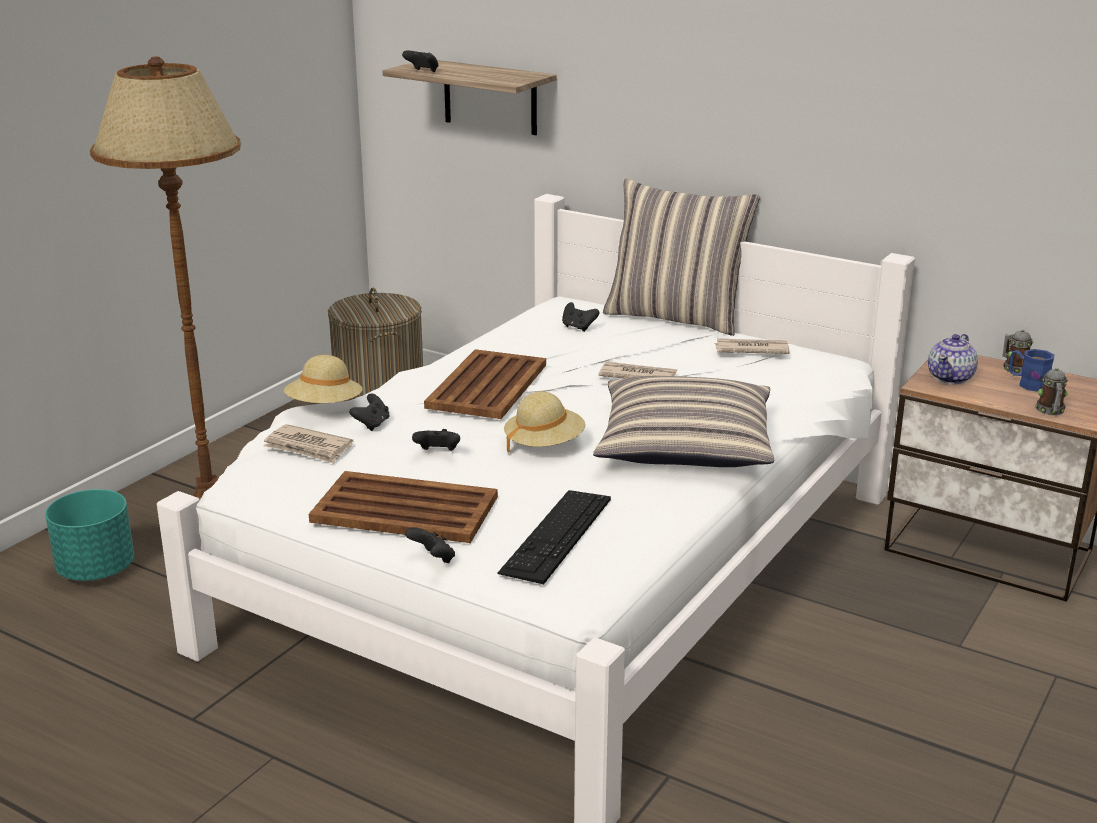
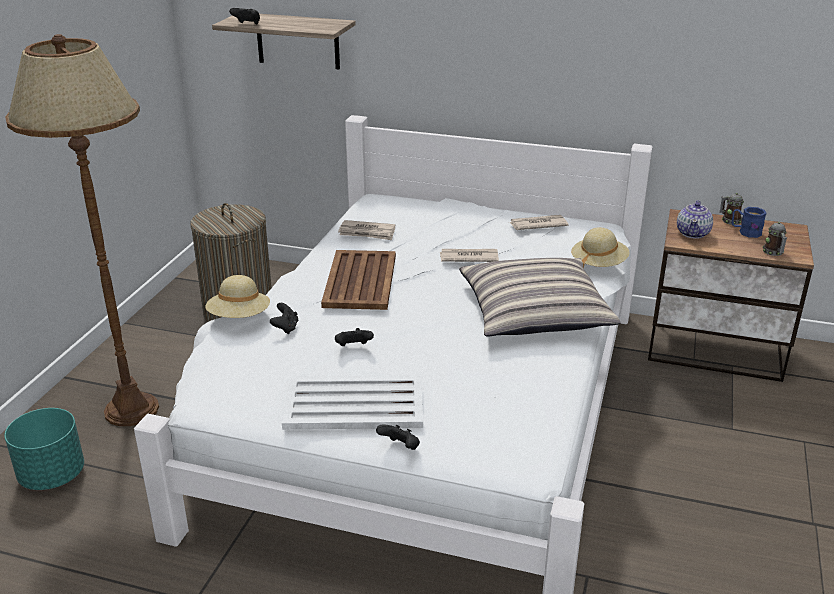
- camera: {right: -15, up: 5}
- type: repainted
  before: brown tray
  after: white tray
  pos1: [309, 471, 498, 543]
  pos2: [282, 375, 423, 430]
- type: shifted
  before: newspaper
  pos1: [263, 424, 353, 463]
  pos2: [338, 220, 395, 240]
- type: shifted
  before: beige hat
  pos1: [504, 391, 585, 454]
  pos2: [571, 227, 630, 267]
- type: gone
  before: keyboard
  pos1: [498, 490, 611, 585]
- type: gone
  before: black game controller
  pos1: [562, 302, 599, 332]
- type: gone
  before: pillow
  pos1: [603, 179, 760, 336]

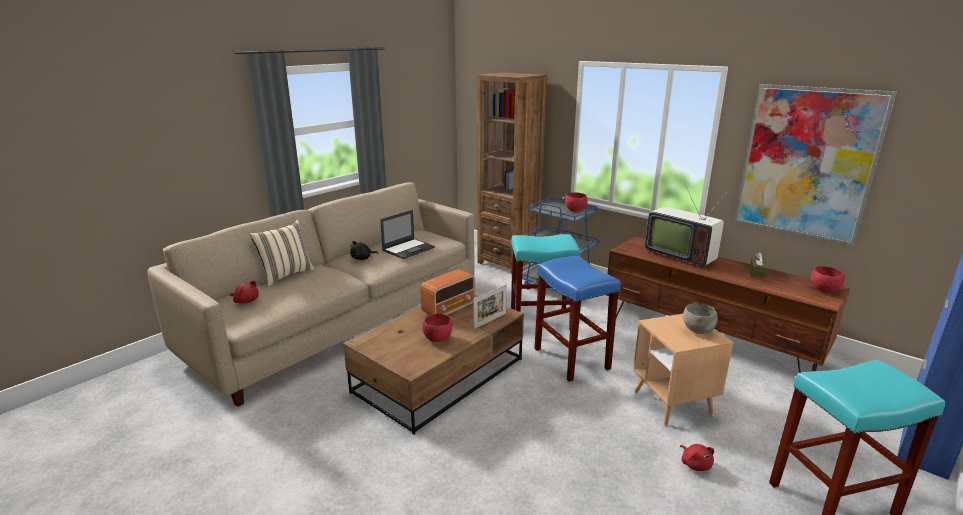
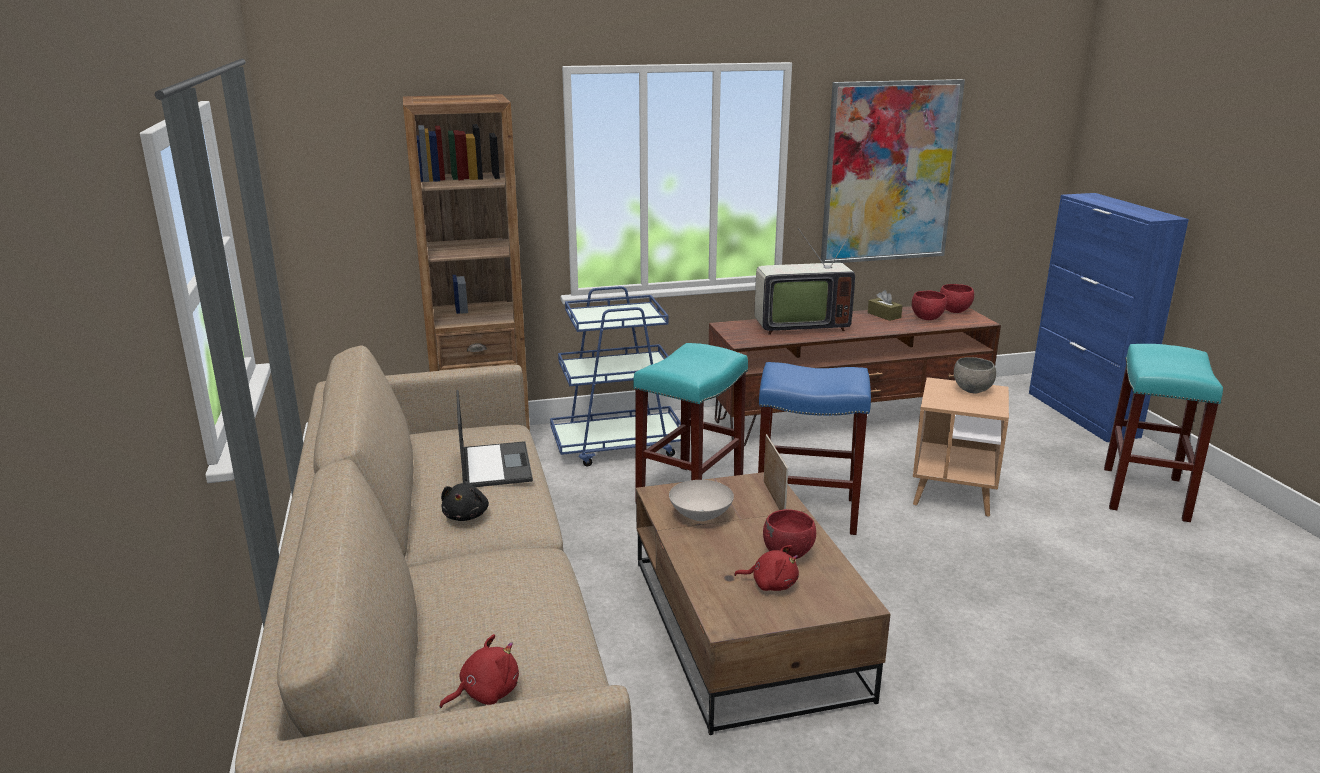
- camera: {right: -55, up: 0}
- type: swapped
  before: radio
  after: white bowl
  pos1: [420, 269, 475, 315]
  pos2: [669, 480, 734, 521]
- type: shifted
  before: red plush toy
  pos1: [680, 444, 714, 471]
  pos2: [734, 545, 799, 591]
- type: shifted
  before: red bowl
  pos1: [565, 192, 587, 212]
  pos2: [912, 290, 947, 320]
- type: gone
  before: beige pillow
  pos1: [250, 220, 315, 286]

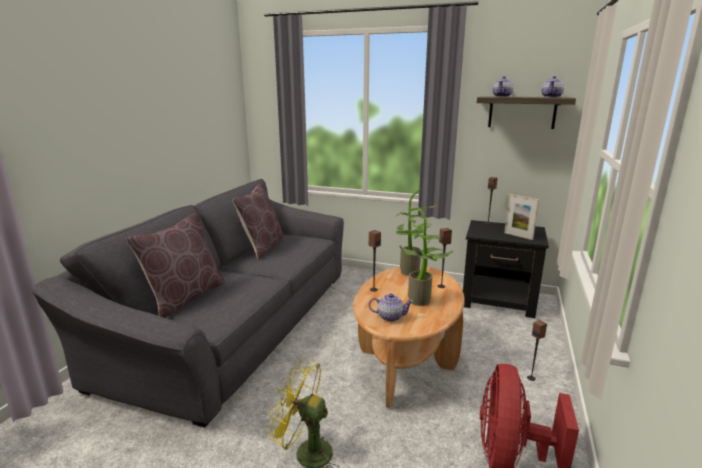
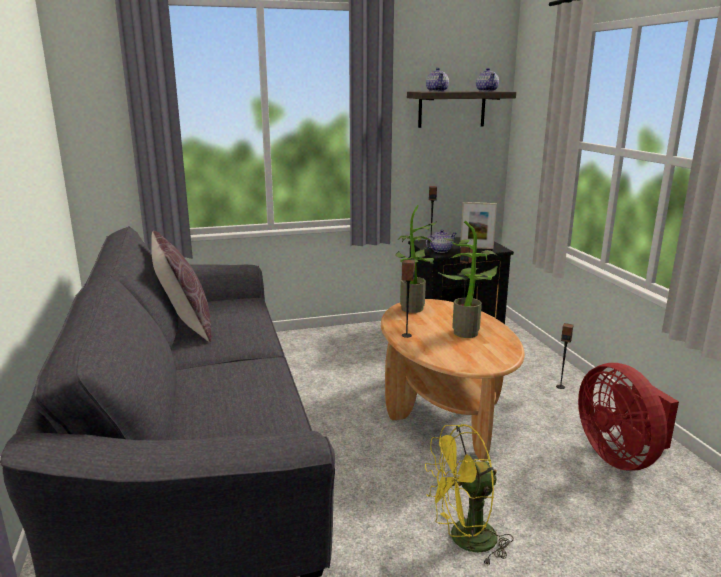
- camera: {right: -35, up: 0}
- type: shifted
  before: teapot
  pos1: [369, 293, 413, 322]
  pos2: [426, 230, 456, 253]
- type: gone
  before: brown pillow
  pos1: [126, 213, 225, 318]

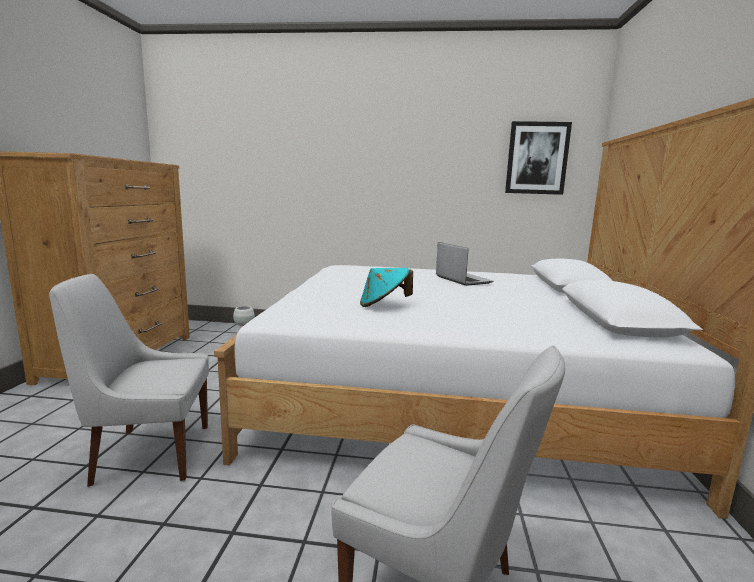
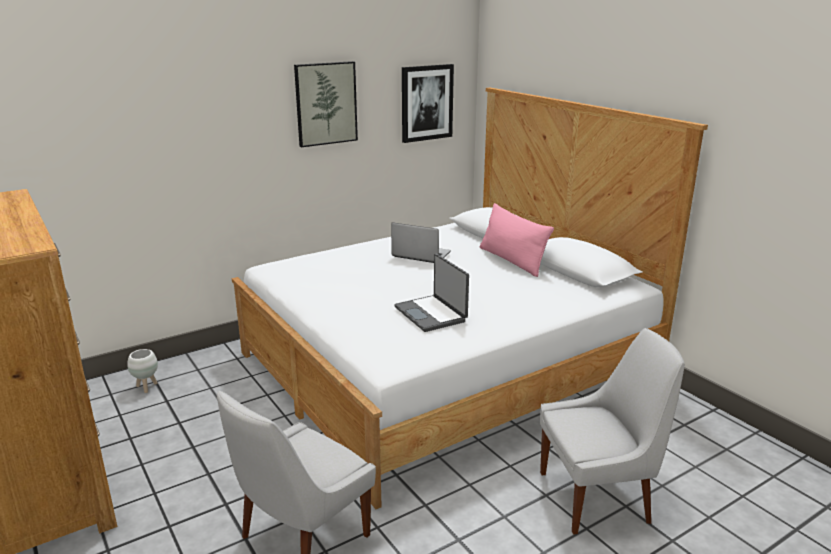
- camera: {right: -40, up: 10}
- type: new
  after: picture
  pos2: [294, 61, 358, 147]
- type: swapped
  before: turquoise hat
  after: laptop
  pos1: [360, 268, 413, 307]
  pos2: [394, 254, 469, 332]
- type: new
  after: pink pillow
  pos2: [480, 203, 554, 277]

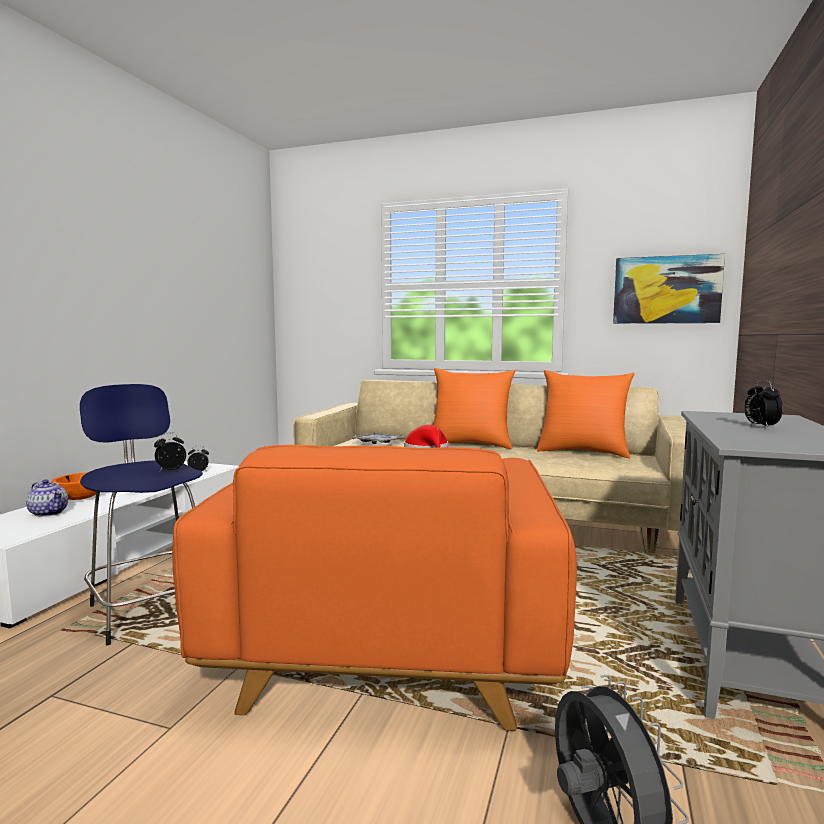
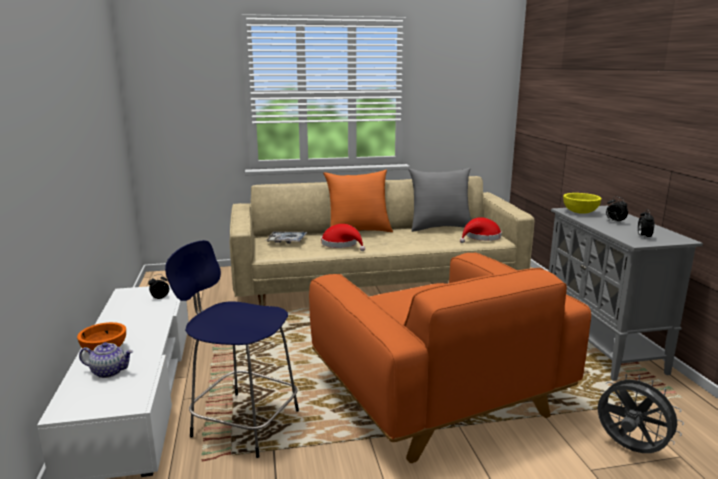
- camera: {right: -30, up: 10}
- type: repainted
  before: orange pillow
  after: grey pillow
  pos1: [537, 370, 635, 458]
  pos2: [408, 168, 471, 232]
- type: new
  after: red hat
  pos2: [460, 217, 502, 243]
- type: new
  after: yellow bowl
  pos2: [563, 193, 602, 214]
- type: shifted
  before: alarm clock
  pos1: [154, 432, 186, 471]
  pos2: [638, 209, 654, 238]
- type: gone
  before: picture
  pos1: [613, 254, 725, 324]

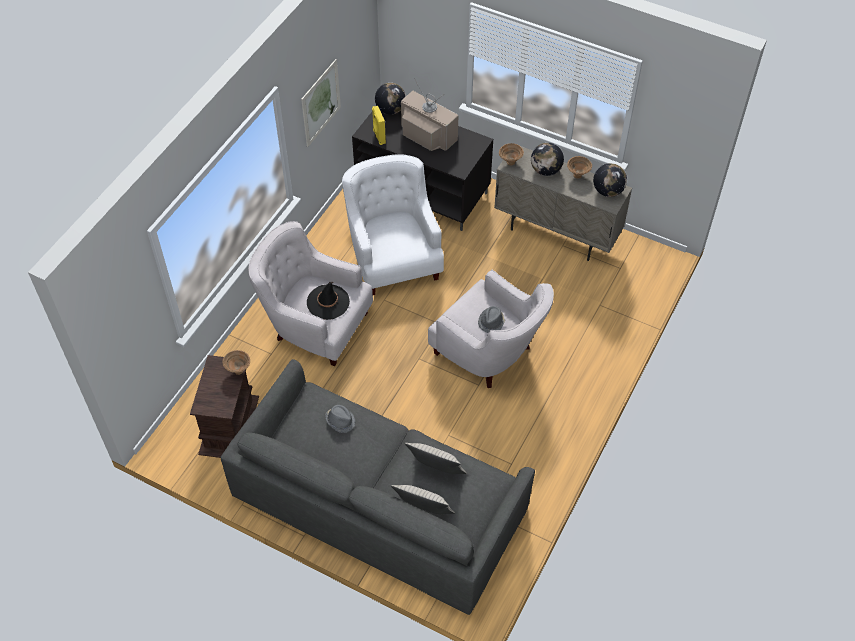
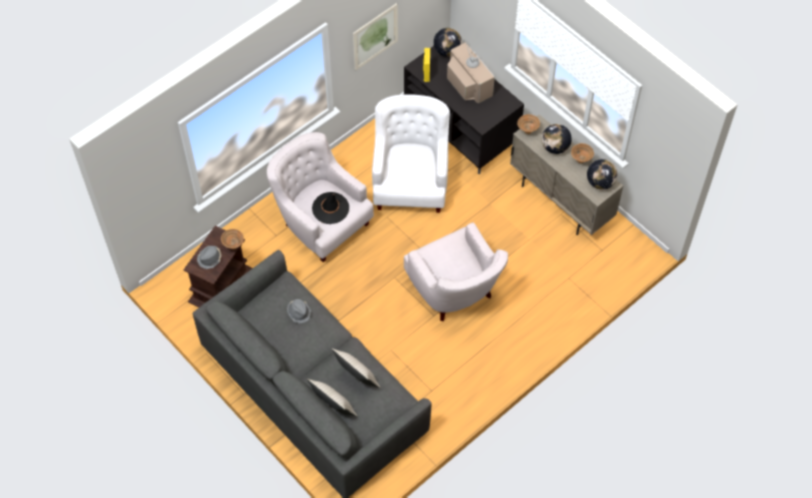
- camera: {right: 20, up: 5}
- type: shifted
  before: grey hat
  pos1: [478, 306, 505, 333]
  pos2: [197, 246, 221, 269]

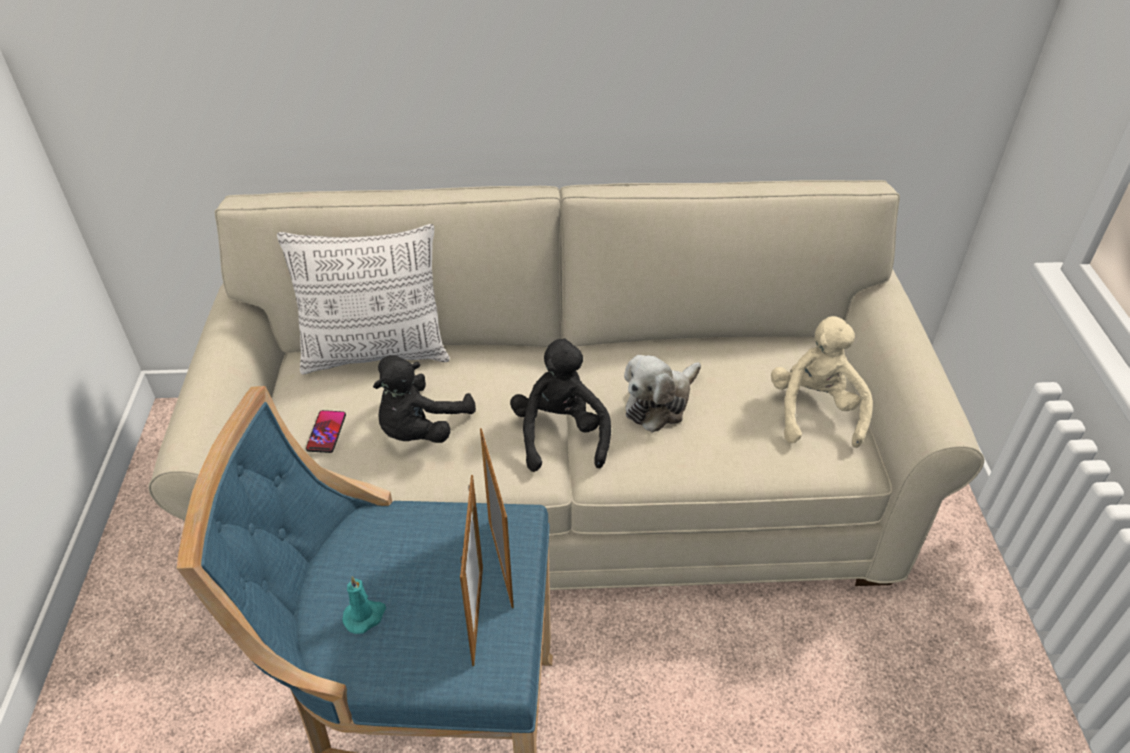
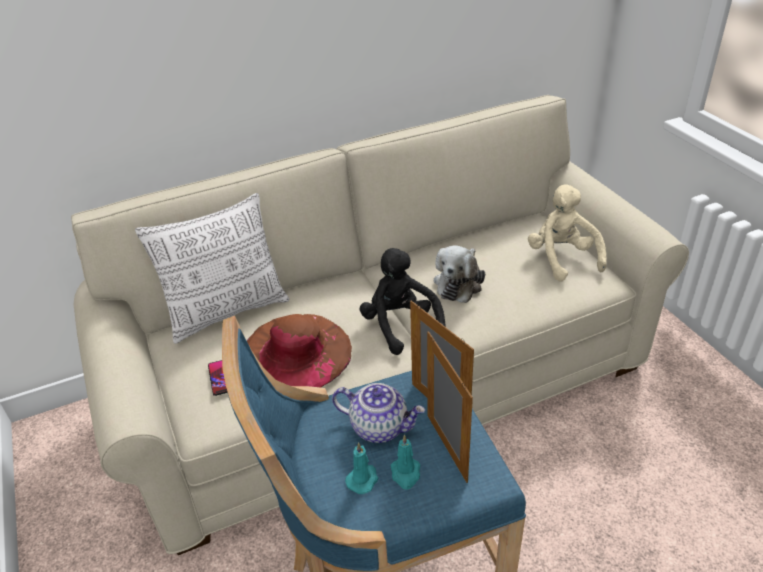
- camera: {right: -20, up: -5}
- type: swapped
  before: black plush toy
  after: brown hat
  pos1: [373, 355, 476, 443]
  pos2: [247, 314, 352, 388]
- type: new
  after: teapot
  pos2: [332, 383, 425, 443]
- type: new
  after: turquoise candle
  pos2: [390, 434, 420, 490]

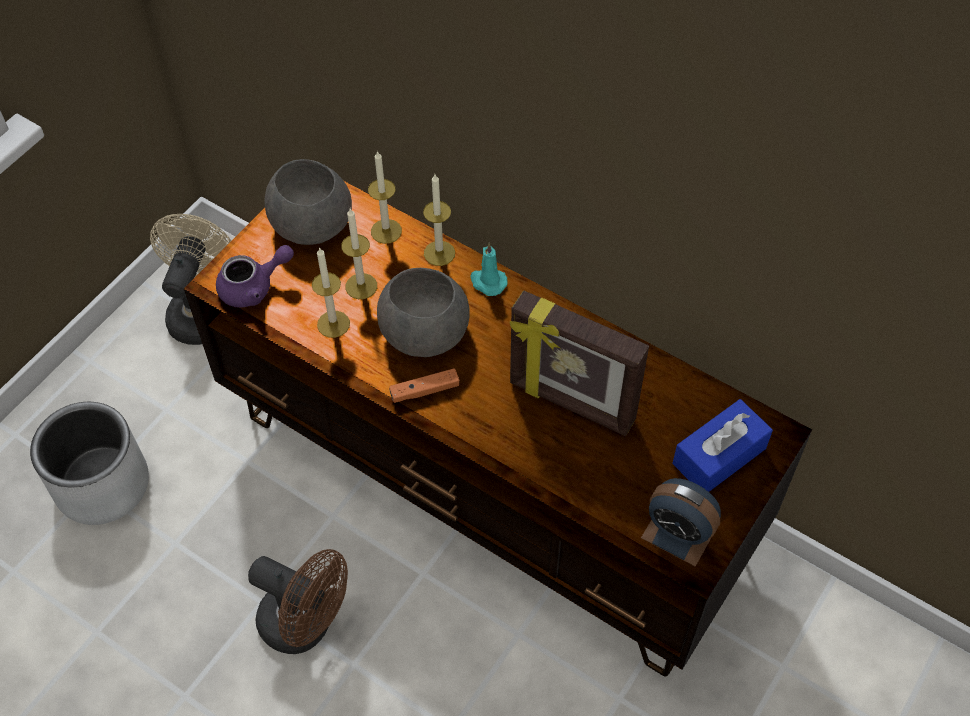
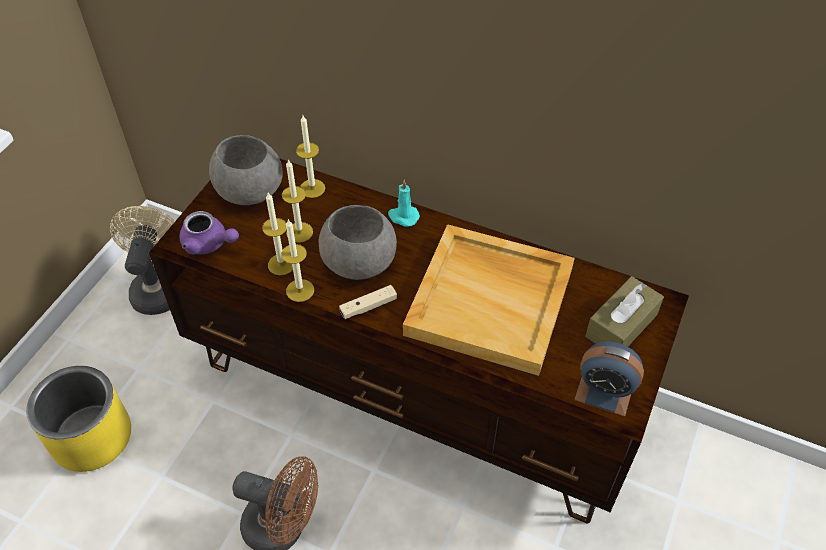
- camera: {right: -10, up: -5}
- type: repainted
  before: grey planter
  after: yellow planter
  pos1: [30, 402, 149, 525]
  pos2: [26, 366, 131, 472]
- type: rotated
  before: purple teapot
  pos1: [216, 245, 294, 307]
  pos2: [180, 211, 239, 255]
  turn: 60
- type: shifted
  before: candle
  pos1: [423, 174, 455, 266]
  pos2: [281, 220, 314, 302]
- type: repainted
  before: orange game controller
  after: beige game controller
  pos1: [389, 368, 459, 403]
  pos2: [339, 285, 397, 319]
- type: swapped
  before: picture frame
  after: beige tray
  pos1: [510, 290, 649, 436]
  pos2: [403, 224, 575, 376]
- type: repainted
  before: blue tissue box
  after: brown tissue box
  pos1: [673, 399, 773, 492]
  pos2: [585, 276, 664, 347]

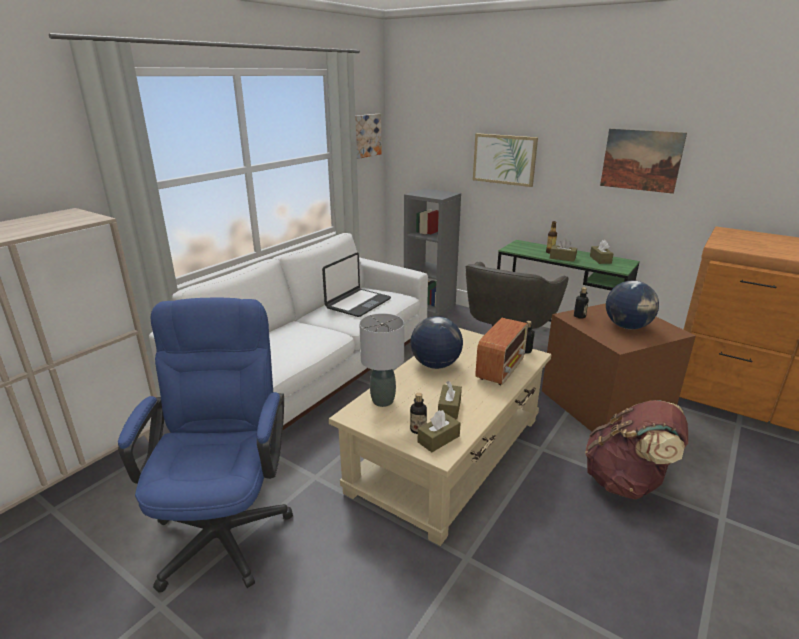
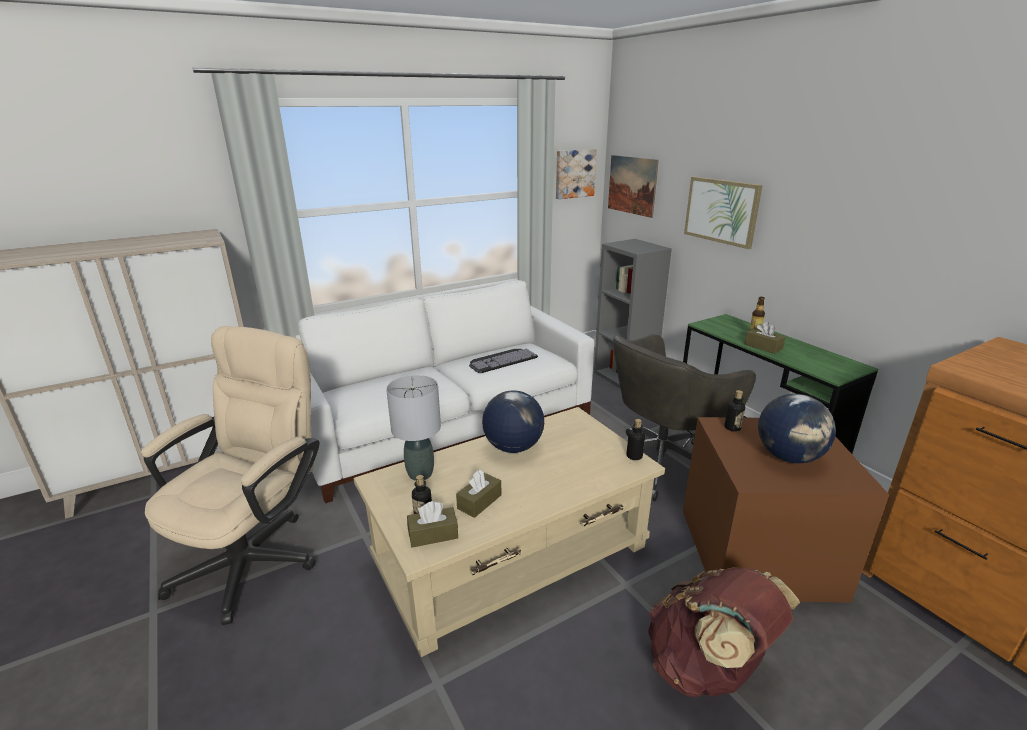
- camera: {right: 25, up: 0}
- type: repainted
  before: blue office chair
  after: beige office chair
  pos1: [118, 298, 293, 593]
  pos2: [141, 326, 320, 625]
- type: swapped
  before: laptop
  after: keyboard
  pos1: [322, 252, 391, 317]
  pos2: [469, 348, 538, 373]
- type: shifted
  before: picture
  pos1: [600, 129, 687, 194]
  pos2: [608, 155, 659, 218]
- type: gone
  before: radio
  pos1: [476, 318, 528, 385]
- type: gone
  before: brown tissue box
  pos1: [590, 240, 613, 264]

